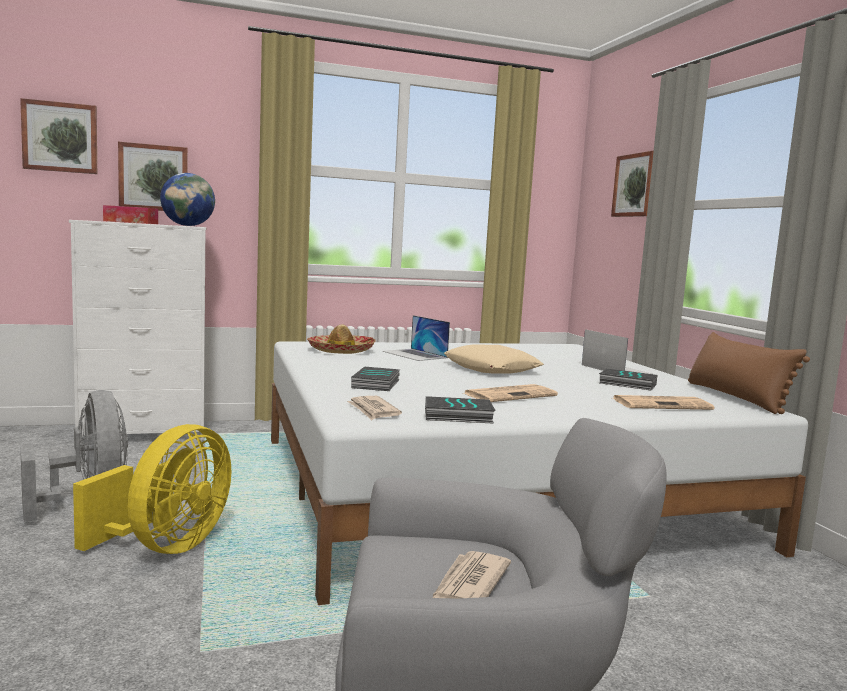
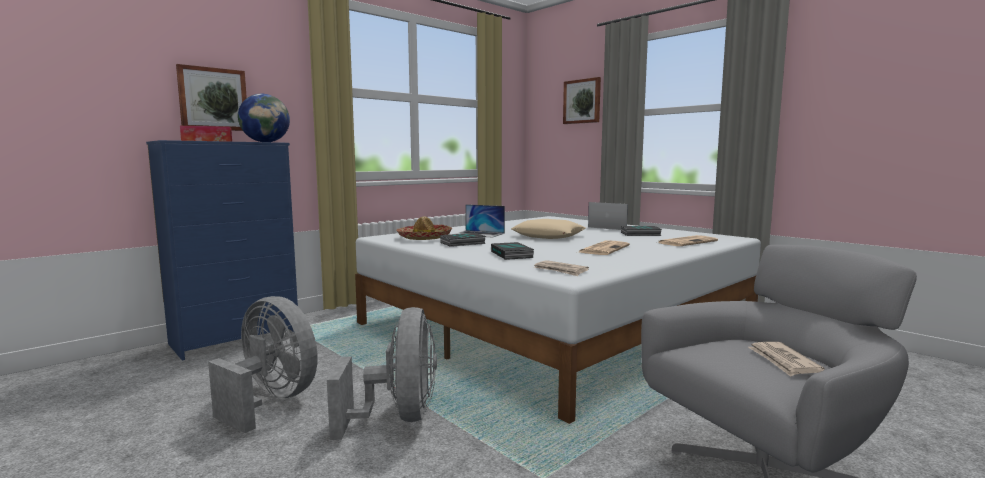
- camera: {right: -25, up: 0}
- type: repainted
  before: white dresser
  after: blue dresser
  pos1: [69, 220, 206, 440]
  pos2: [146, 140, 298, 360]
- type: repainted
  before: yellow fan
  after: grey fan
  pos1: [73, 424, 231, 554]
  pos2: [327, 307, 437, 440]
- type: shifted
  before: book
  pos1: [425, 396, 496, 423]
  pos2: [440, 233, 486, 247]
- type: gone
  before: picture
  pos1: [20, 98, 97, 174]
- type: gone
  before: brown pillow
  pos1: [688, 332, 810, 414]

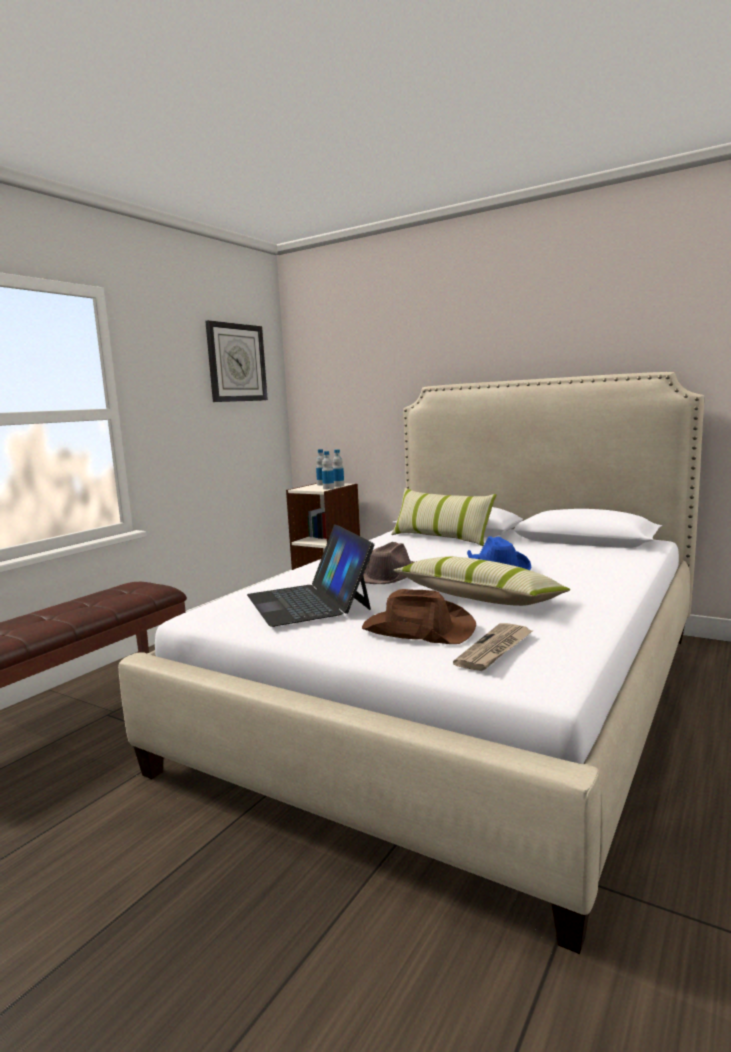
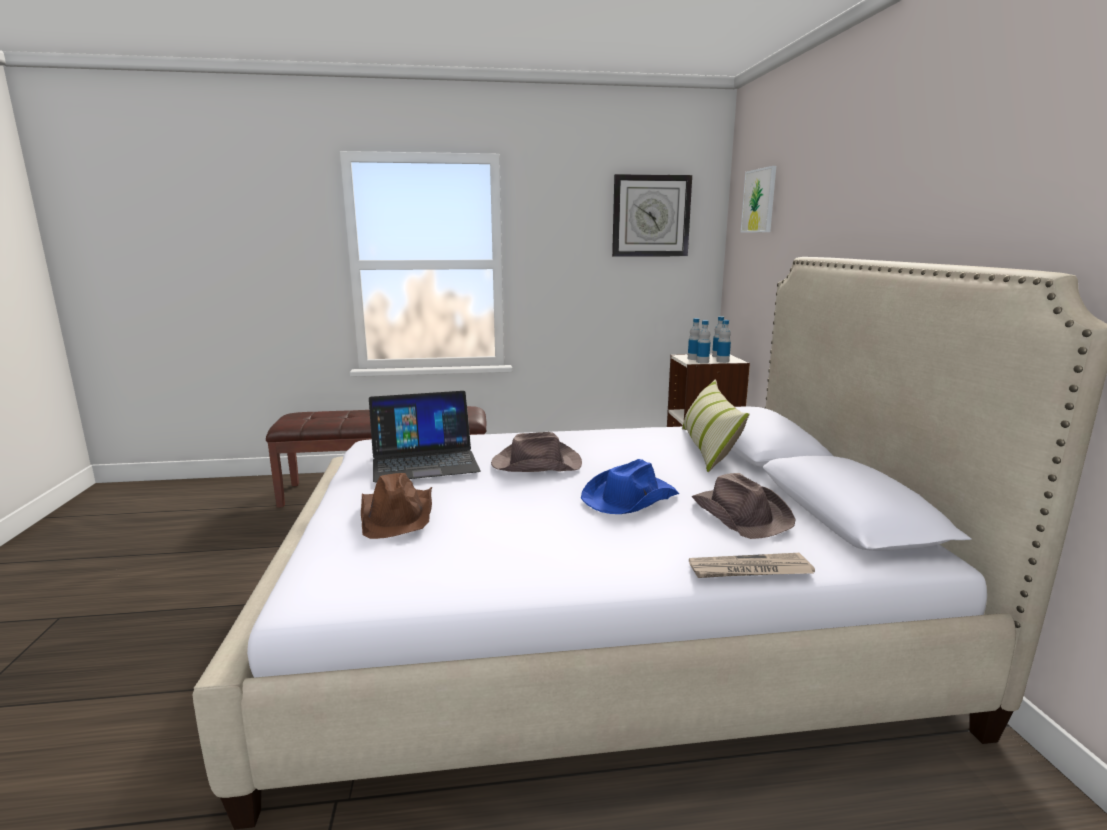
- camera: {right: 50, up: 5}
- type: rotated
  before: laptop
  pos1: [247, 525, 374, 627]
  pos2: [369, 391, 481, 482]
  turn: -135
- type: new
  after: bottle
  pos2: [688, 318, 701, 360]
- type: shifted
  before: newspaper
  pos1: [453, 623, 534, 671]
  pos2: [689, 553, 815, 578]
- type: new
  after: brown hat
  pos2: [691, 473, 796, 539]
- type: new
  after: picture
  pos2: [740, 166, 776, 233]
- type: gone
  before: pillow
  pos1: [393, 556, 570, 606]

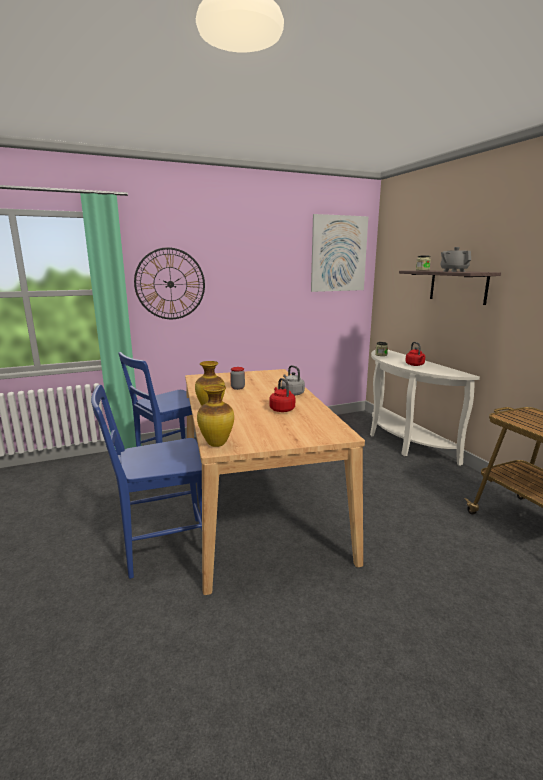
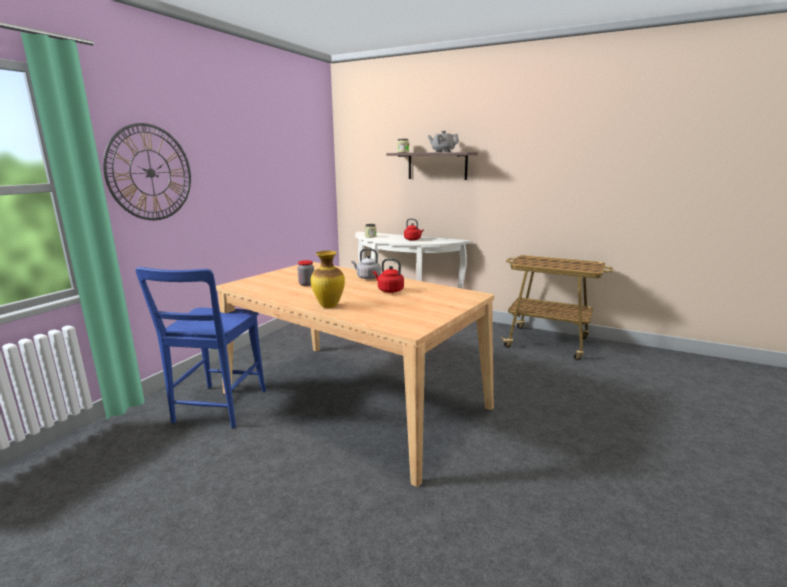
- camera: {right: -40, up: 0}
- type: gone
  before: blue chair
  pos1: [91, 385, 202, 579]
- type: gone
  before: vase
  pos1: [197, 384, 234, 447]
- type: gone
  before: picture
  pos1: [311, 214, 368, 292]

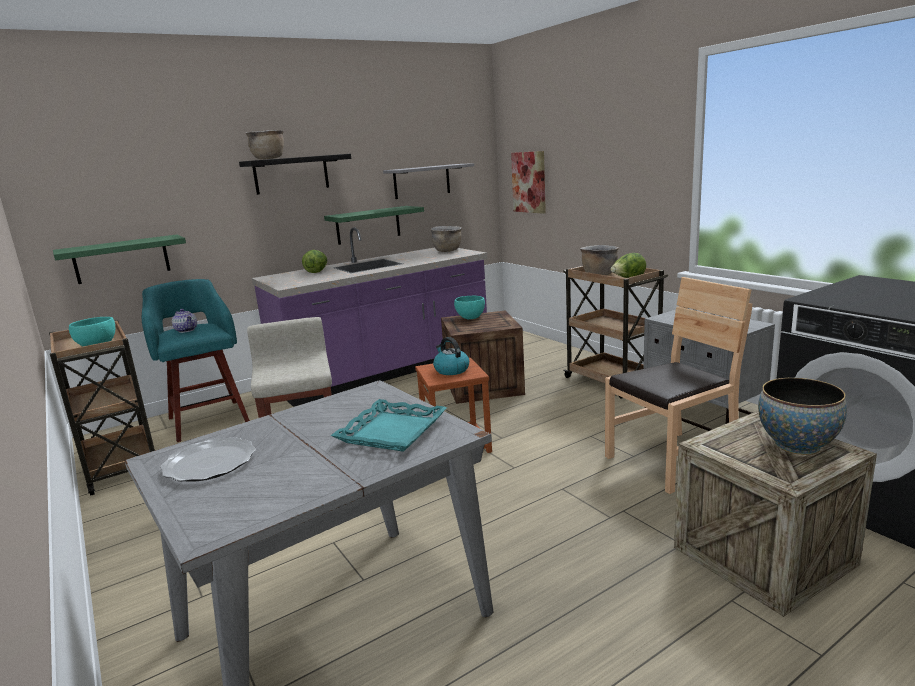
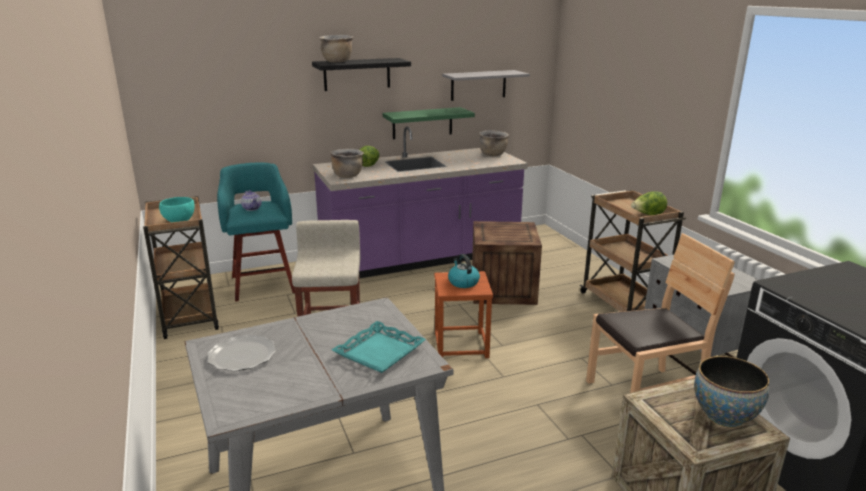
- camera: {right: 10, up: 5}
- type: shifted
  before: brown cooking pot
  pos1: [580, 245, 619, 275]
  pos2: [330, 149, 364, 178]
- type: gone
  before: green shelf
  pos1: [53, 235, 186, 284]
- type: gone
  before: turquoise bowl
  pos1: [454, 296, 485, 319]
- type: gone
  before: picture
  pos1: [511, 151, 546, 213]

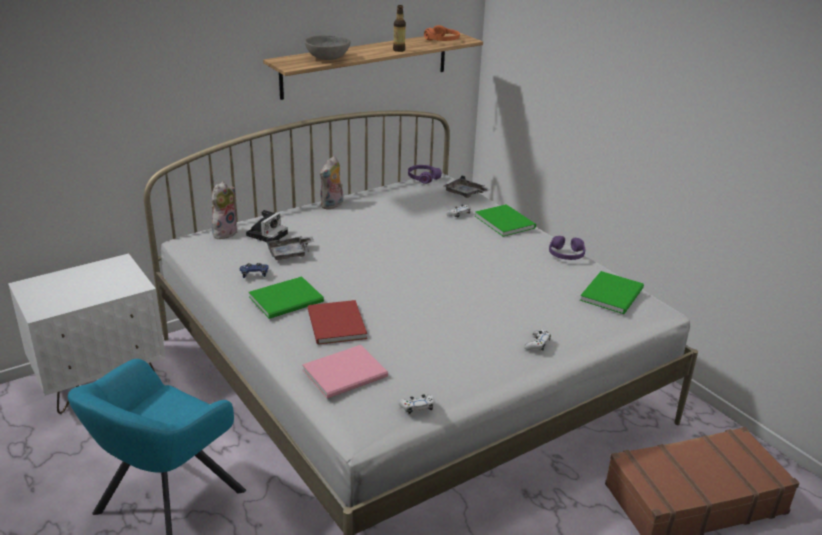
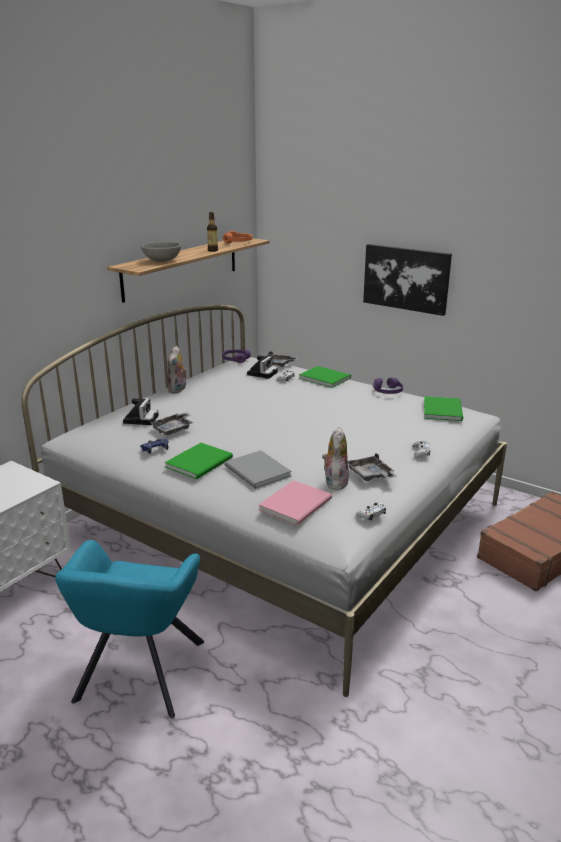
- camera: {right: -20, up: -5}
- type: repainted
  before: red book
  after: grey book
  pos1: [308, 300, 367, 345]
  pos2: [225, 450, 292, 489]
- type: new
  after: photo camera
  pos2: [247, 355, 278, 379]
- type: shifted
  before: plush toy
  pos1: [212, 182, 238, 239]
  pos2: [322, 427, 349, 490]
- type: new
  after: grey tray
  pos2: [348, 453, 397, 481]
- type: new
  after: picture
  pos2: [363, 244, 452, 316]

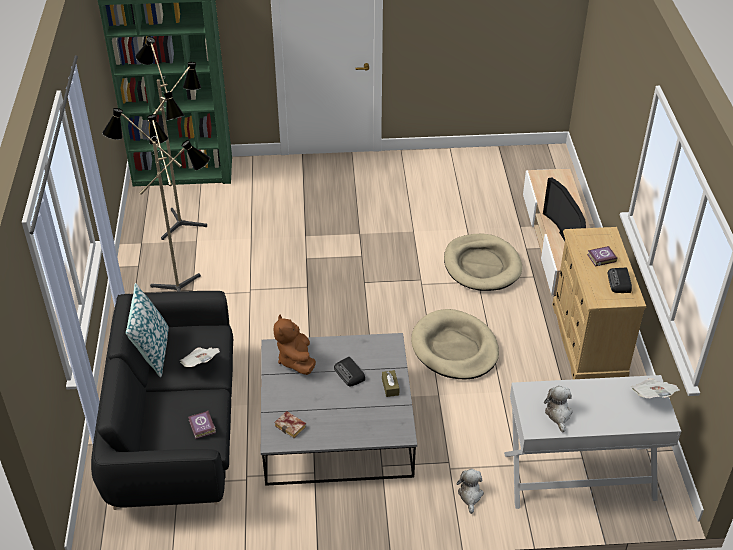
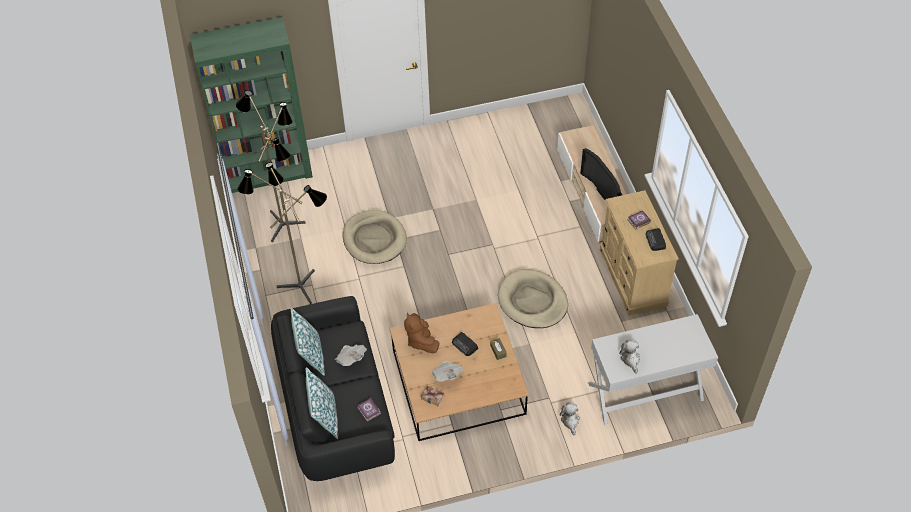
- camera: {right: -10, up: 10}
- type: new
  after: pillow
  pos2: [306, 367, 338, 439]
- type: shifted
  before: beige dog bed
  pos1: [444, 234, 522, 291]
  pos2: [343, 210, 407, 264]
- type: repainted
  before: grey coffee table
  after: brown coffee table
  pos1: [261, 333, 417, 486]
  pos2: [390, 303, 529, 441]
- type: shifted
  before: newspaper
  pos1: [631, 378, 679, 398]
  pos2: [432, 361, 463, 382]

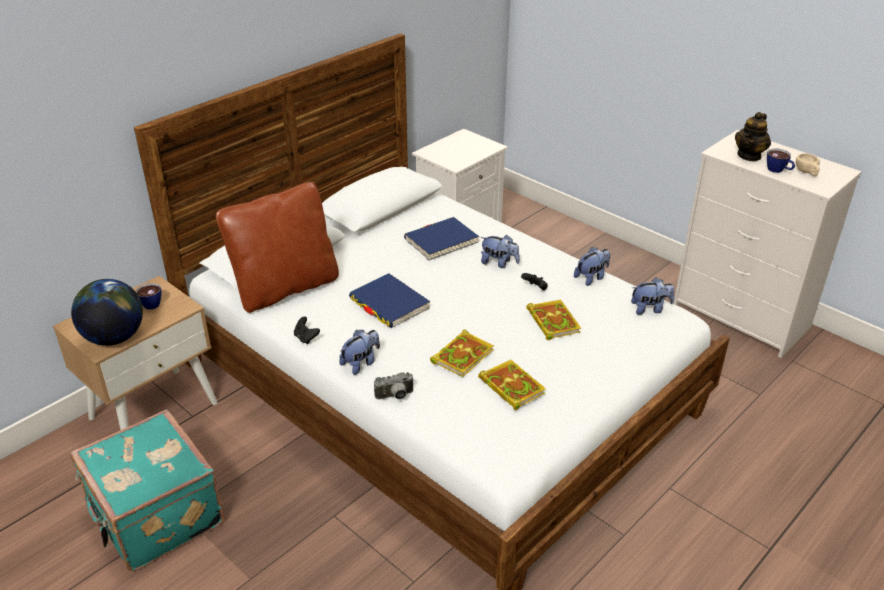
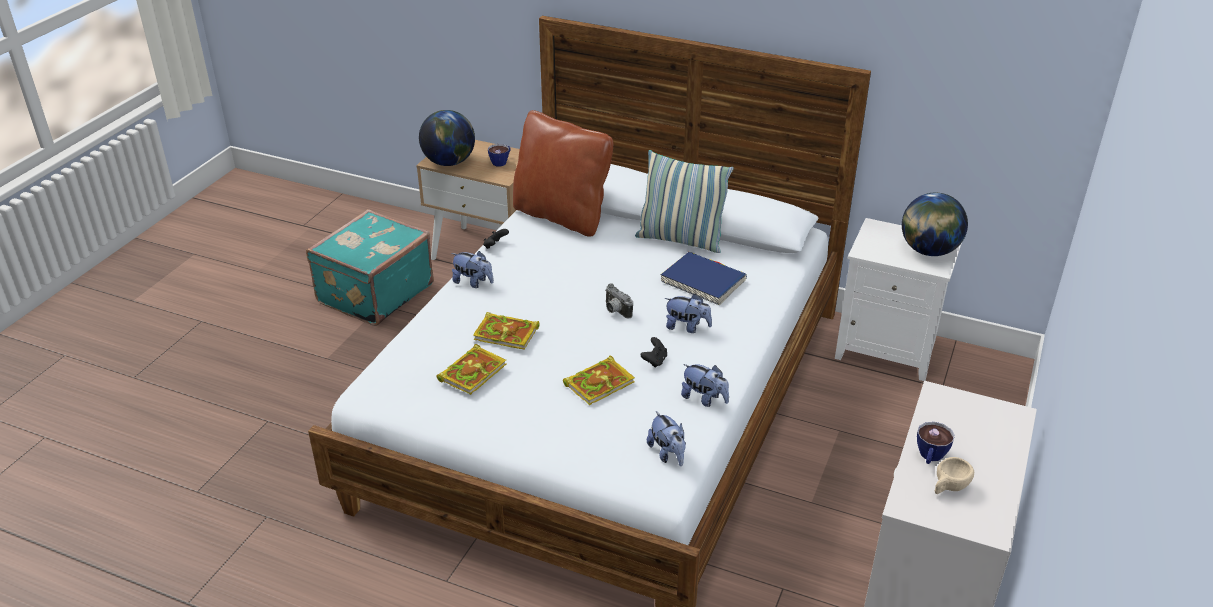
- camera: {right: 70, up: 0}
- type: shifted
  before: photo camera
  pos1: [374, 372, 414, 399]
  pos2: [605, 283, 633, 319]
- type: new
  after: pillow
  pos2: [635, 150, 734, 253]
- type: rotated
  before: plush toy
  pos1: [481, 235, 520, 268]
  pos2: [664, 294, 712, 333]
  turn: -75
- type: new
  after: globe
  pos2: [902, 193, 968, 256]
- type: gone
  before: blue book
  pos1: [349, 273, 430, 328]
- type: gone
  before: teapot
  pos1: [735, 112, 771, 162]

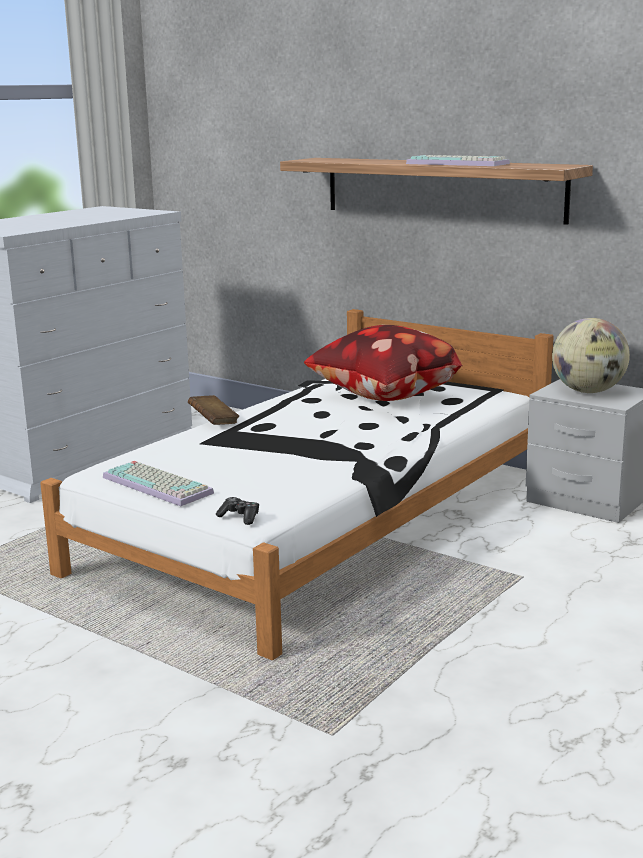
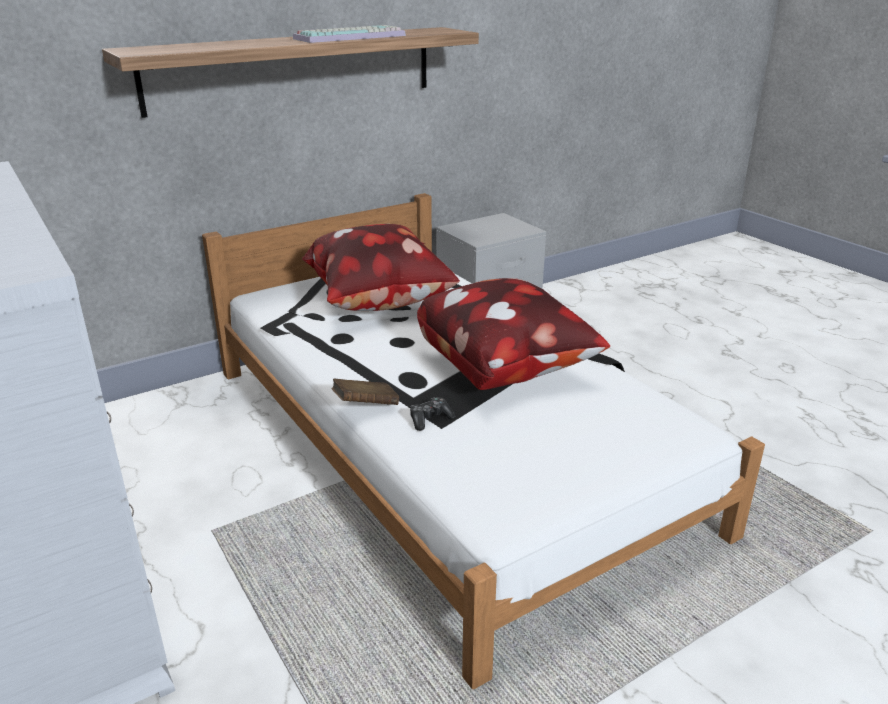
- camera: {right: -70, up: 10}
- type: shifted
  before: game controller
  pos1: [216, 497, 259, 525]
  pos2: [410, 397, 455, 431]
- type: new
  after: pillow
  pos2: [417, 278, 610, 390]
- type: gone
  before: keyboard
  pos1: [103, 461, 214, 506]
- type: gone
  before: globe
  pos1: [552, 318, 630, 393]

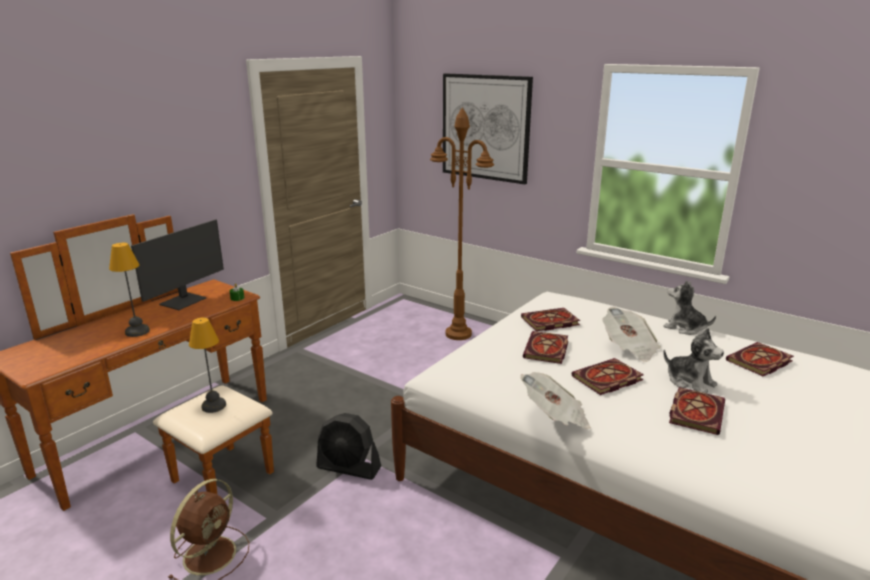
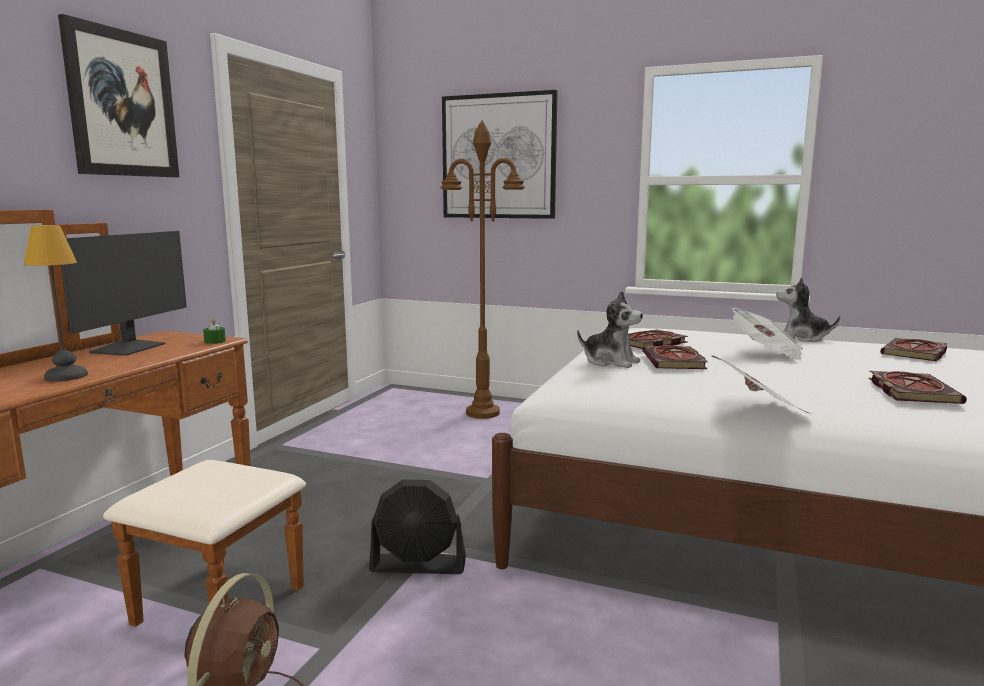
- camera: {right: -15, up: -10}
- type: new
  after: picture
  pos2: [58, 14, 179, 177]
- type: shifted
  before: plush toy
  pos1: [663, 328, 724, 393]
  pos2: [577, 291, 643, 368]
- type: gone
  before: table lamp
  pos1: [189, 317, 226, 413]
- type: gone
  before: book
  pos1: [572, 358, 644, 395]

